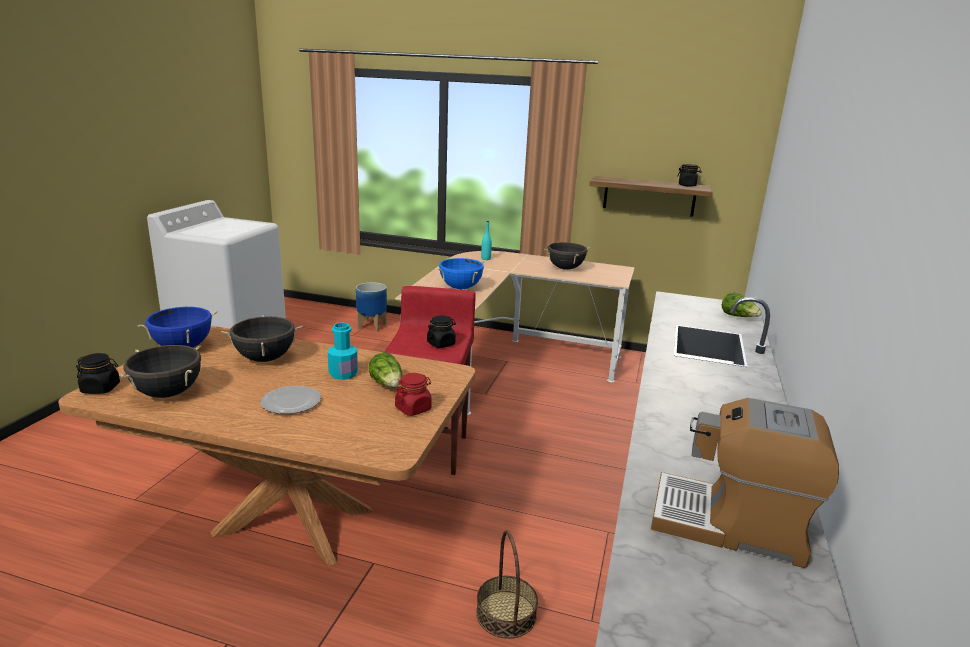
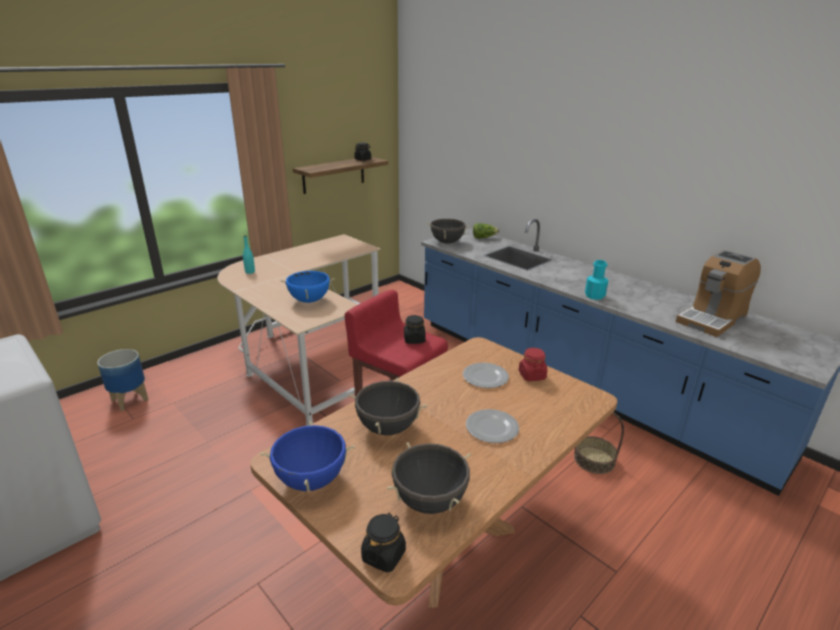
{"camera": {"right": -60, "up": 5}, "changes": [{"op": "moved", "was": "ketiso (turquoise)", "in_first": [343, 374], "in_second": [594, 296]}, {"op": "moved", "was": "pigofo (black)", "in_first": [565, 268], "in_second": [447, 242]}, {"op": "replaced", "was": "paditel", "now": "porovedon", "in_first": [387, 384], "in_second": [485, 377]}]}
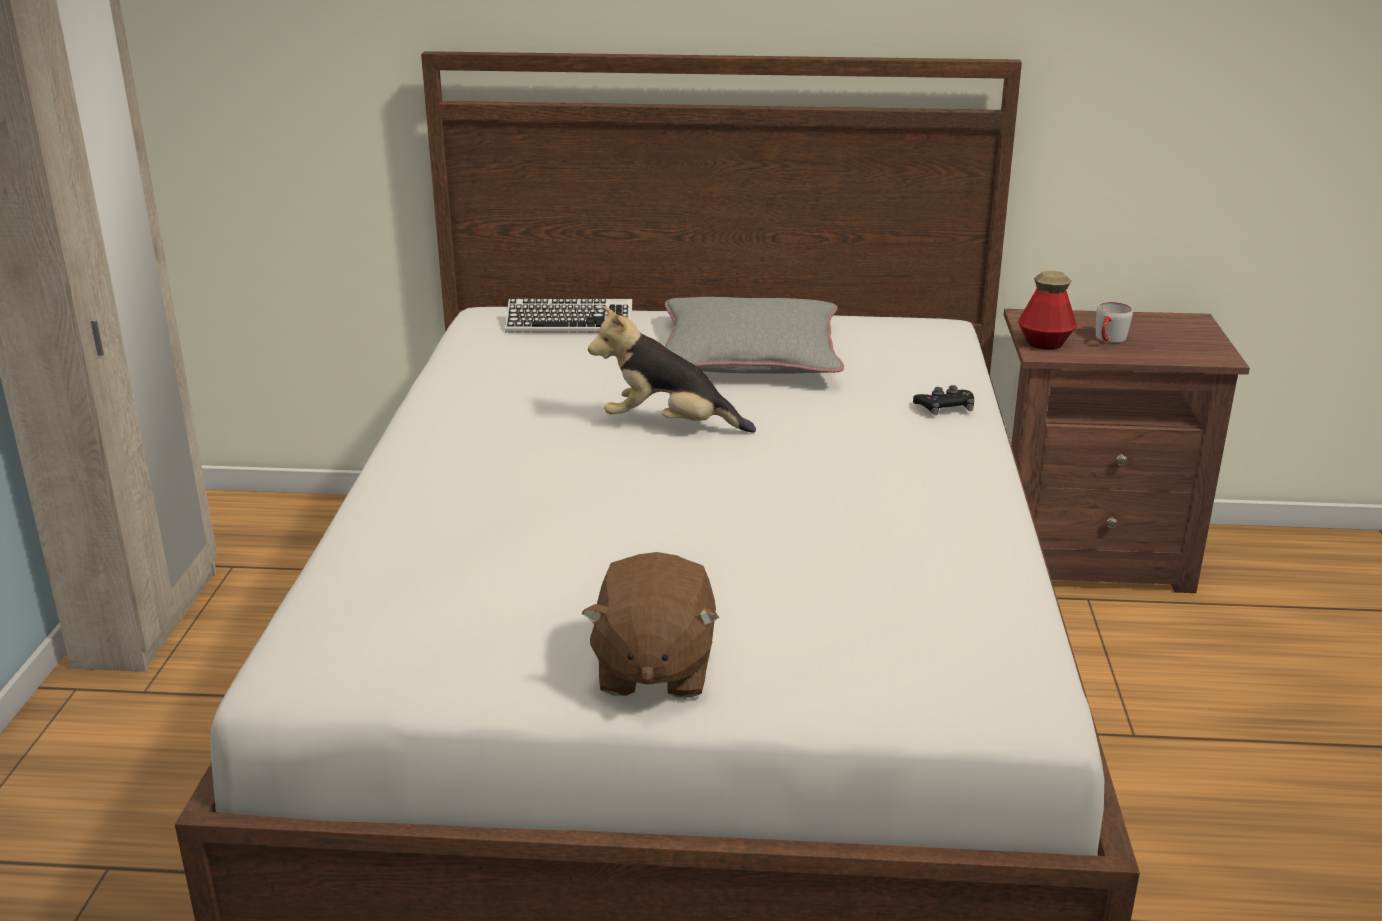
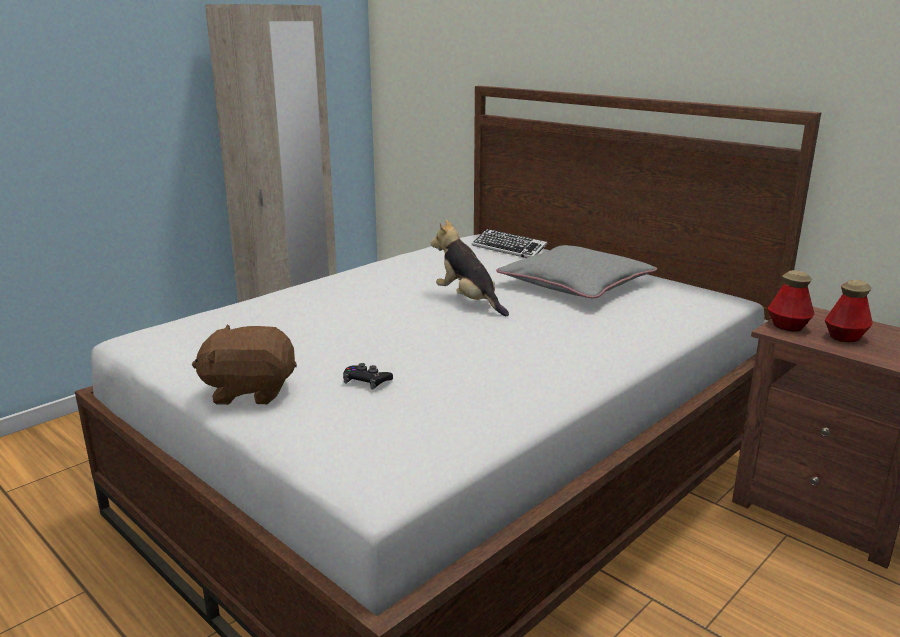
{"camera": {"right": 40, "up": -5}, "changes": [{"op": "moved", "was": "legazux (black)", "in_first": [944, 407], "in_second": [367, 381]}, {"op": "replaced", "was": "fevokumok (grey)", "now": "ketiso", "in_first": [1108, 340], "in_second": [845, 337]}, {"op": "turned", "was": "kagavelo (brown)", "in_first": [653, 669], "in_second": [250, 391], "clockwise": 45}]}
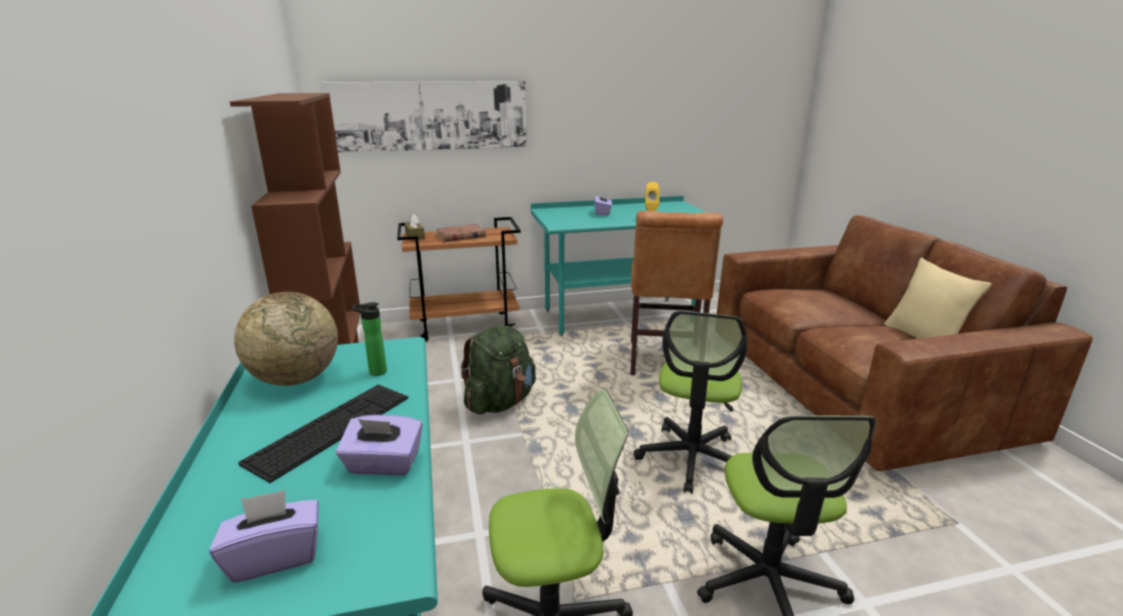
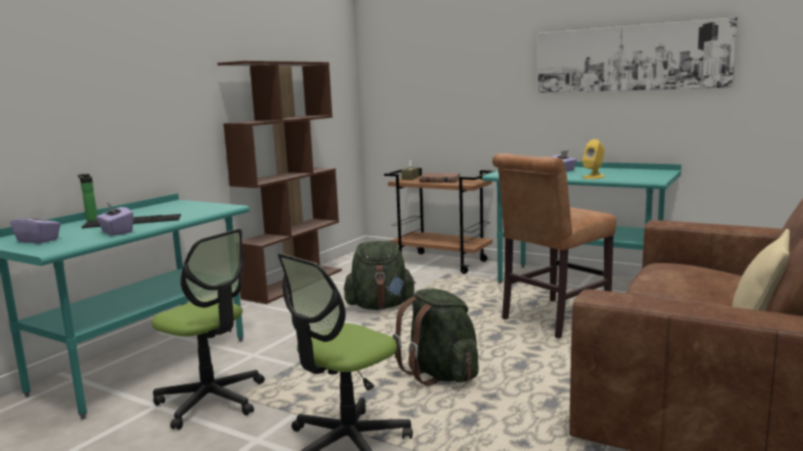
{"camera": {"right": 45, "up": -10}, "changes": [{"op": "removed", "was": "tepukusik", "in_first": [295, 379]}, {"op": "moved", "was": "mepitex", "in_first": [430, 116], "in_second": [629, 58]}, {"op": "moved", "was": "ketiso", "in_first": [375, 372], "in_second": [91, 219]}, {"op": "replaced", "was": "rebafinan", "now": "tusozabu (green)", "in_first": [691, 458], "in_second": [440, 374]}]}
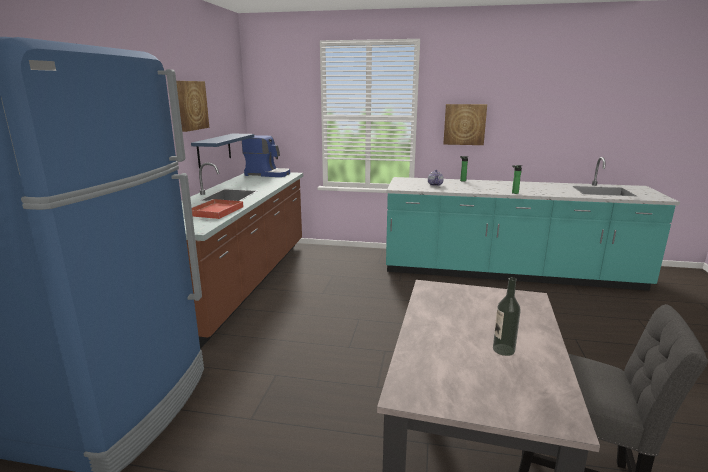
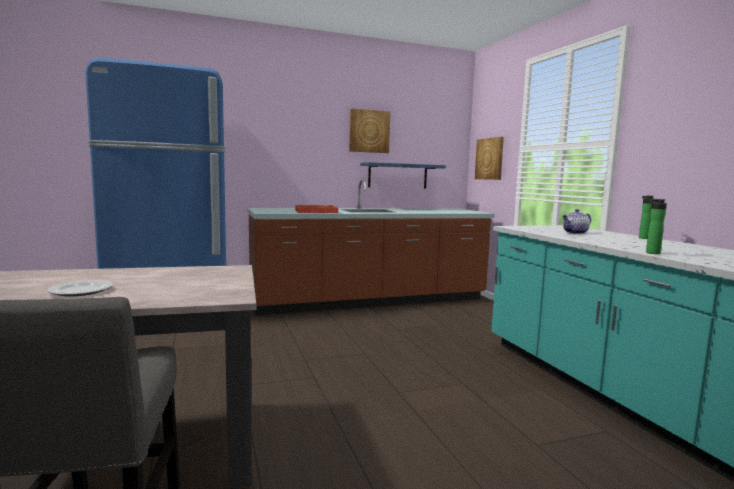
{"camera": {"right": 60, "up": -10}, "changes": [{"op": "removed", "was": "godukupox", "in_first": [267, 174]}, {"op": "moved", "was": "mepitex", "in_first": [464, 124], "in_second": [490, 159]}, {"op": "replaced", "was": "ketiso", "now": "porovedon", "in_first": [503, 349], "in_second": [80, 291]}]}
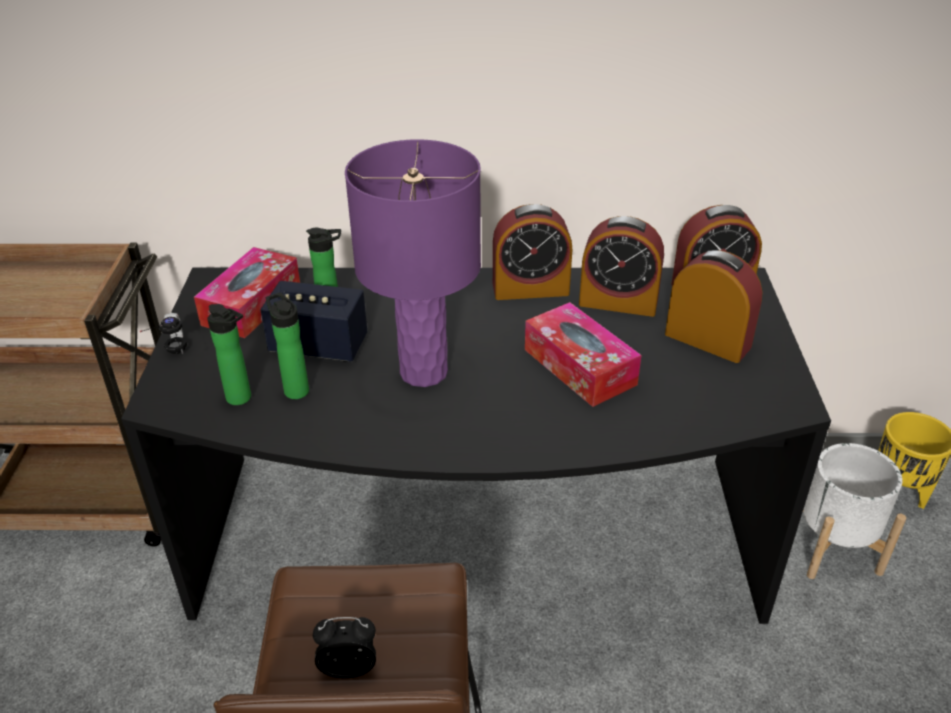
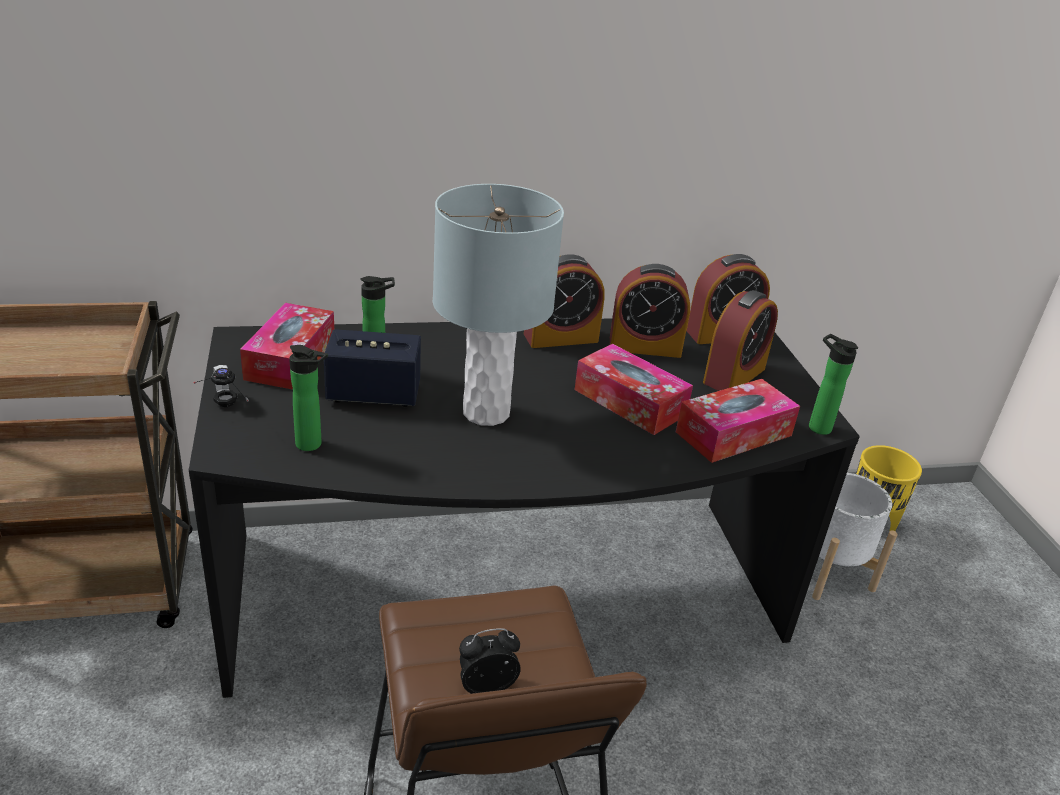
{"camera": {"right": -15, "up": -5}, "changes": [{"op": "added", "now": "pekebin", "in_second": [733, 434]}, {"op": "moved", "was": "ketiso", "in_first": [295, 389], "in_second": [816, 426]}, {"op": "recoloured", "was": "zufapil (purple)", "now": "zufapil (grey)", "in_first": [424, 372], "in_second": [487, 412]}, {"op": "turned", "was": "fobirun", "in_first": [707, 340], "in_second": [734, 375], "clockwise": 105}]}
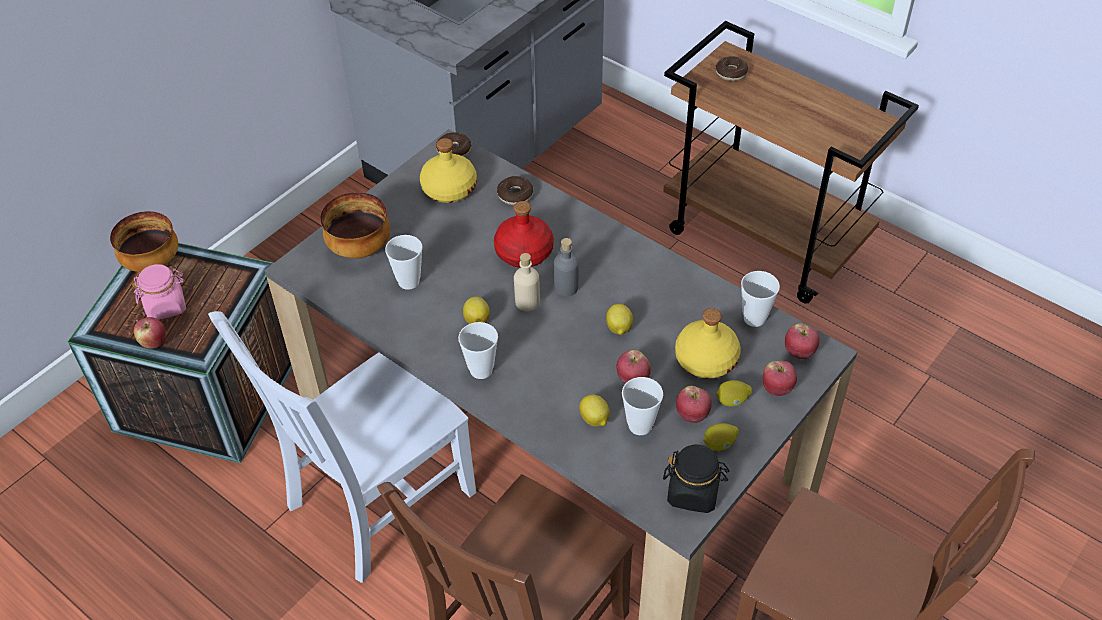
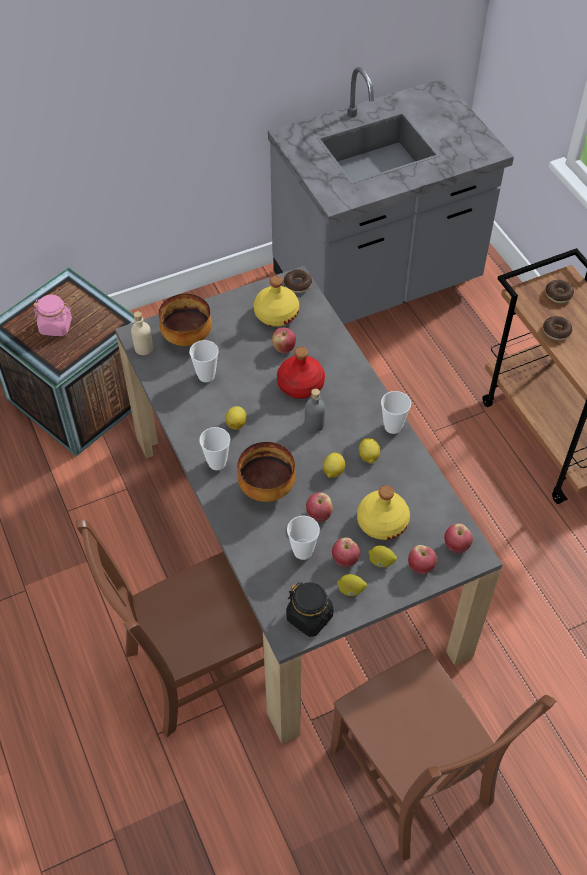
{"camera": {"right": 25, "up": 5}, "changes": [{"op": "removed", "was": "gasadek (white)", "in_first": [376, 502]}, {"op": "moved", "was": "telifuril", "in_first": [152, 263], "in_second": [266, 487]}, {"op": "moved", "was": "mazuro", "in_first": [154, 342], "in_second": [283, 348]}, {"op": "moved", "was": "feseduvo", "in_first": [515, 195], "in_second": [556, 331]}, {"op": "moved", "was": "ketiso (beige)", "in_first": [527, 302], "in_second": [143, 348]}, {"op": "moved", "was": "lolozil", "in_first": [594, 419], "in_second": [368, 457]}, {"op": "moved", "was": "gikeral", "in_first": [754, 318], "in_second": [393, 426]}]}
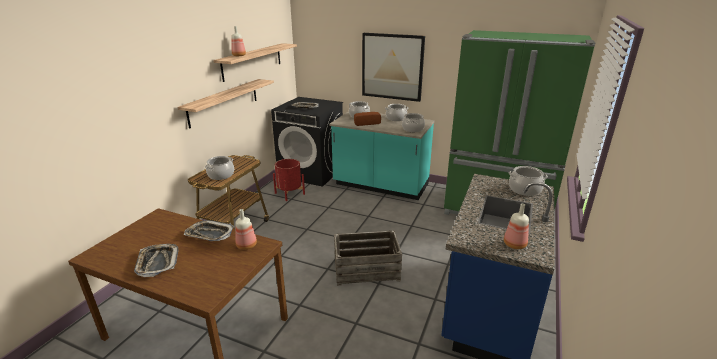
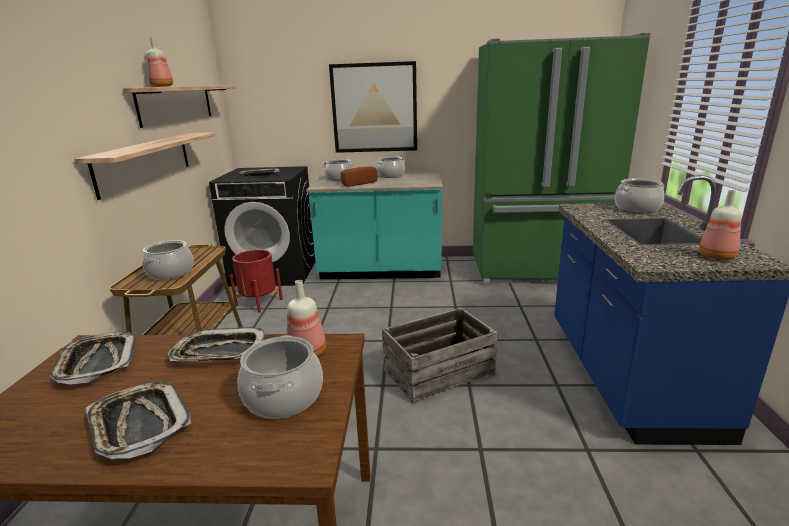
{"camera": {"right": -20, "up": -5}, "changes": [{"op": "added", "now": "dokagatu", "in_second": [97, 362]}, {"op": "moved", "was": "pigofo", "in_first": [412, 129], "in_second": [283, 397]}]}
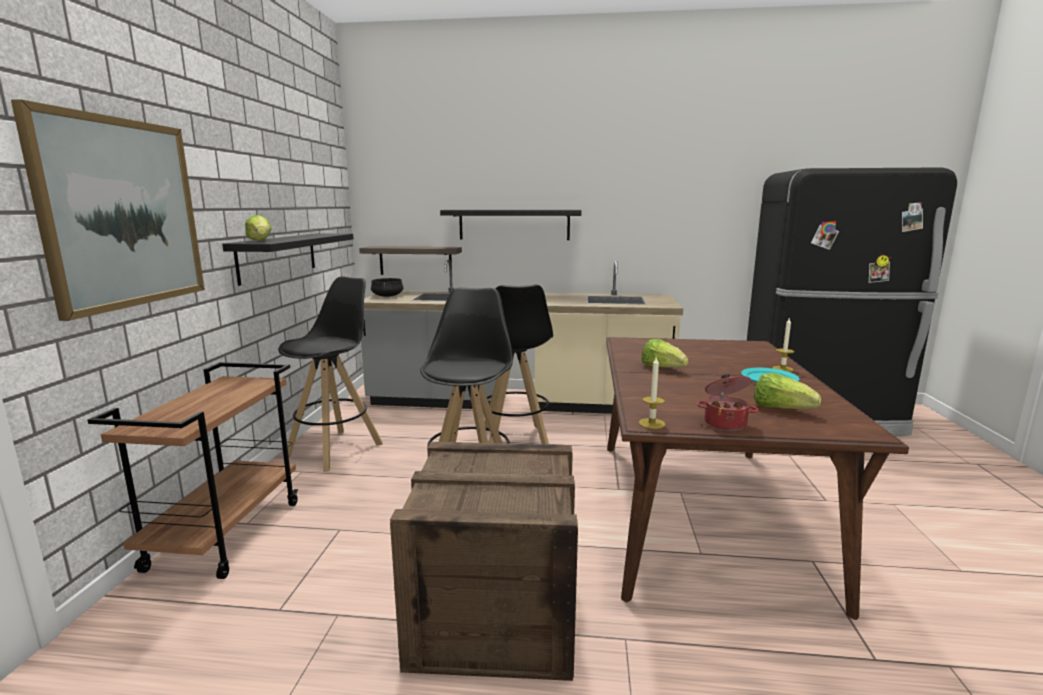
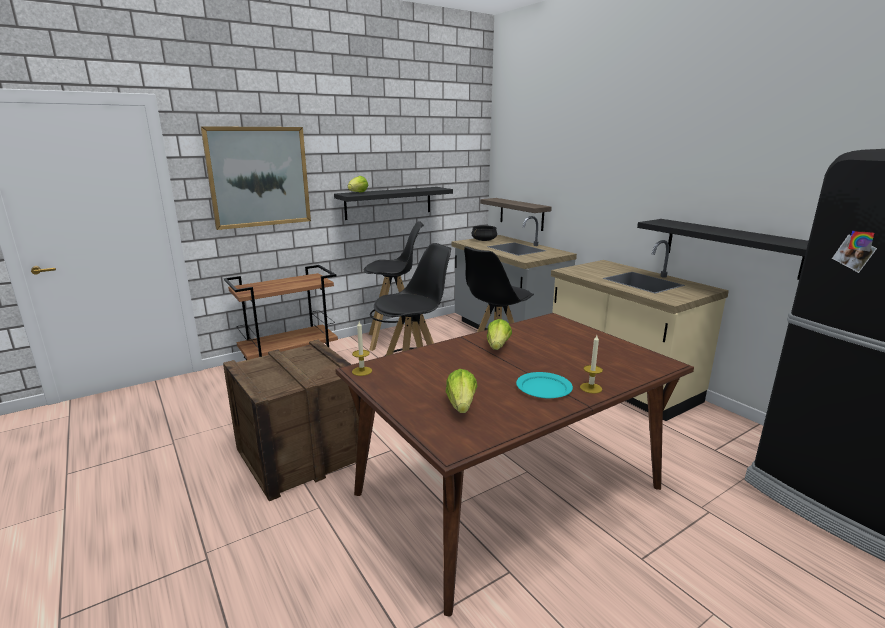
{"camera": {"right": 50, "up": 5}, "changes": [{"op": "removed", "was": "pigofo", "in_first": [725, 423]}, {"op": "moved", "was": "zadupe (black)", "in_first": [514, 224], "in_second": [730, 247]}]}
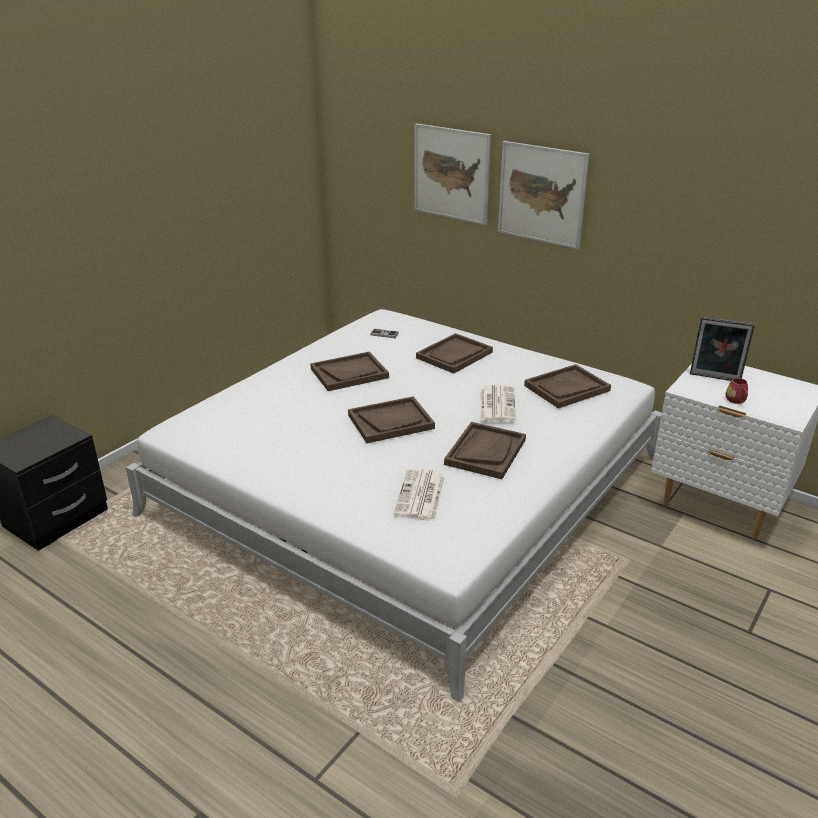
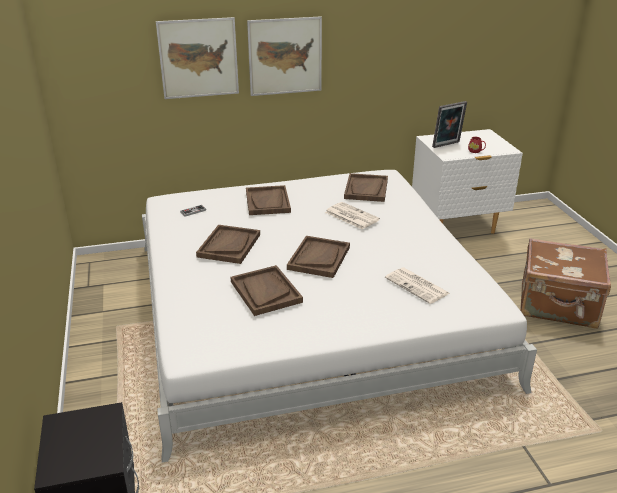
{"camera": {"right": -50, "up": 0}, "changes": [{"op": "added", "now": "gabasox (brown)", "in_second": [558, 306]}, {"op": "moved", "was": "dokagatu (brown)", "in_first": [485, 452], "in_second": [265, 292]}]}
